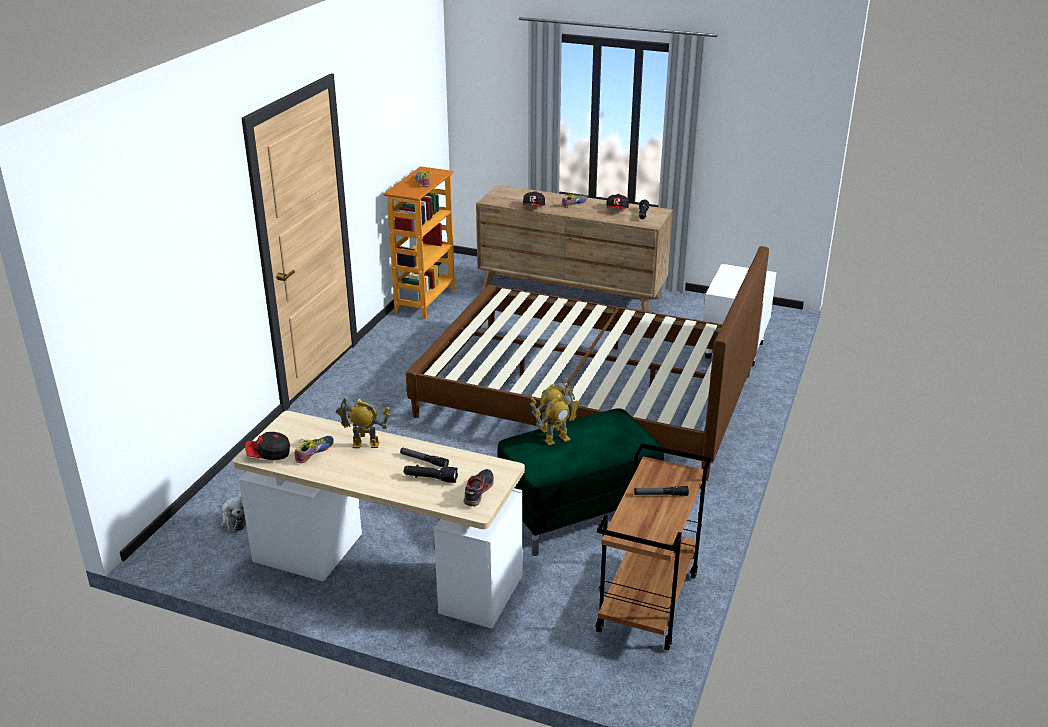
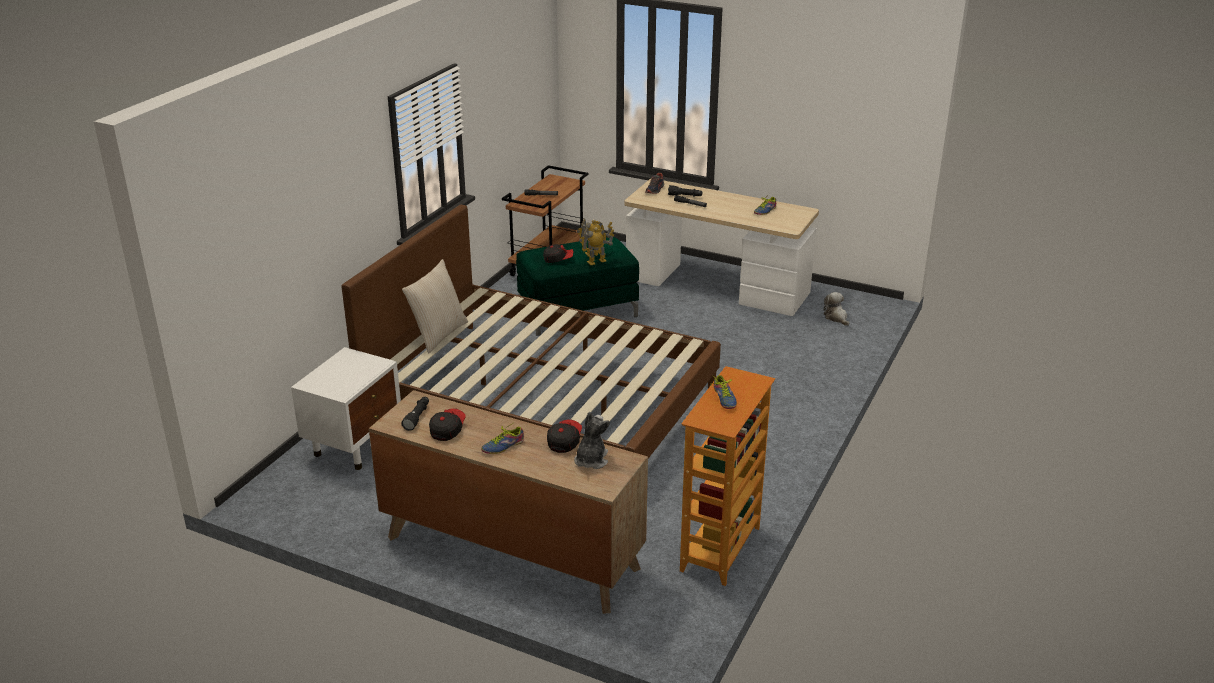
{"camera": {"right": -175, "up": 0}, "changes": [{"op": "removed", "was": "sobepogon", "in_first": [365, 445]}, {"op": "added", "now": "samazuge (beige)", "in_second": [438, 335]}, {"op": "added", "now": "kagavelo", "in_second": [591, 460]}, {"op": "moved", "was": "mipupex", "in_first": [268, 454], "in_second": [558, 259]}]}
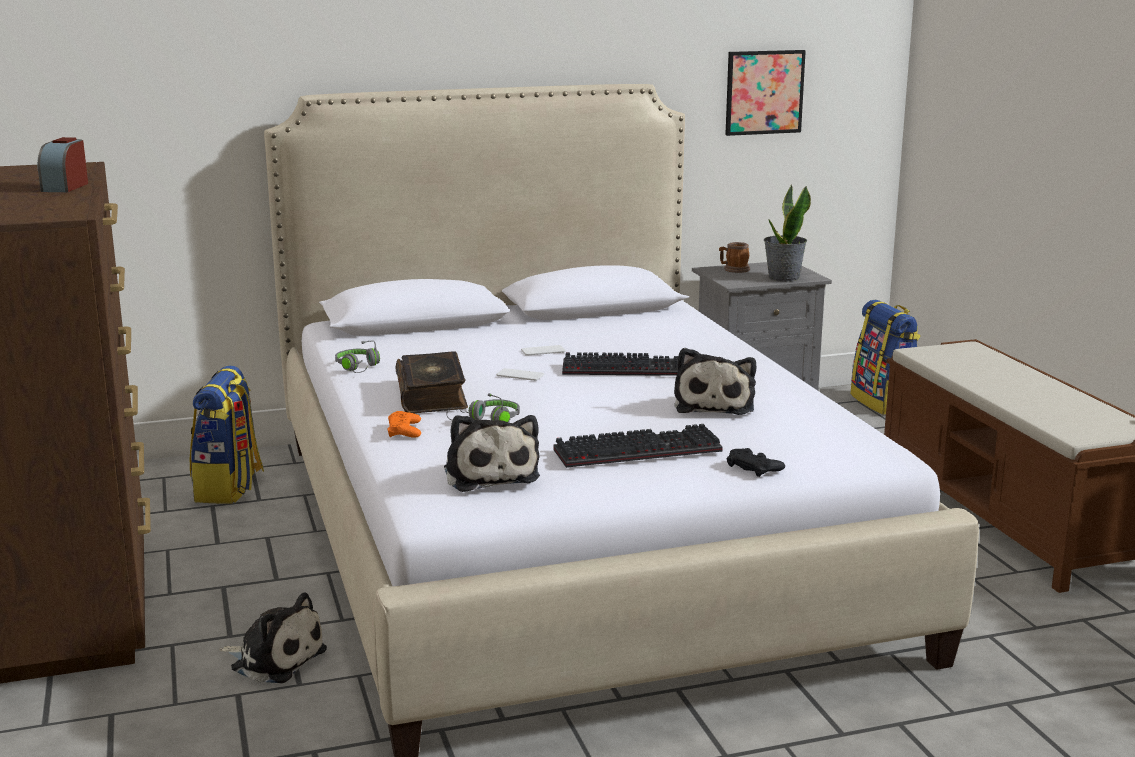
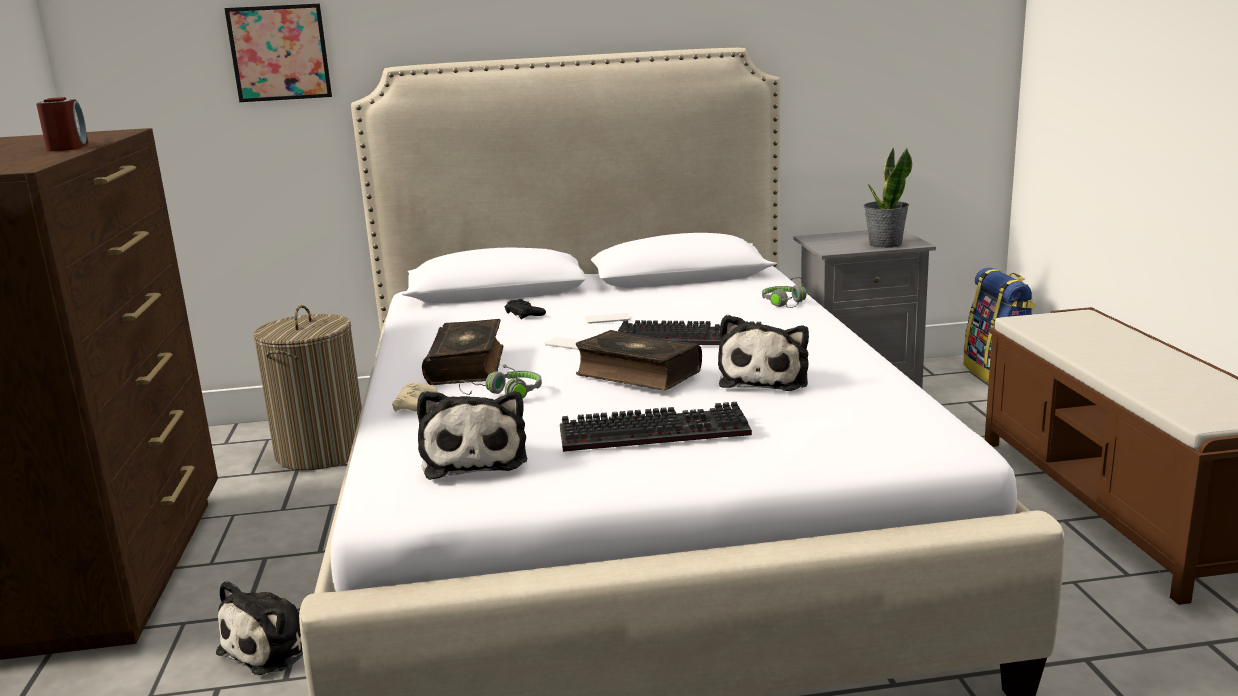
{"camera": {"right": 10, "up": 0}, "changes": [{"op": "removed", "was": "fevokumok", "in_first": [734, 270]}, {"op": "added", "now": "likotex", "in_second": [637, 374]}, {"op": "moved", "was": "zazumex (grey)", "in_first": [358, 368], "in_second": [785, 304]}, {"op": "moved", "was": "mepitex", "in_first": [764, 92], "in_second": [279, 53]}, {"op": "moved", "was": "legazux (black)", "in_first": [754, 467], "in_second": [525, 314]}, {"op": "replaced", "was": "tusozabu", "now": "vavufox", "in_first": [229, 488], "in_second": [321, 452]}, {"op": "recoloured", "was": "legazux (orange)", "now": "legazux (beige)", "in_first": [404, 430], "in_second": [415, 404]}, {"op": "turned", "was": "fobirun", "in_first": [65, 187], "in_second": [68, 147], "clockwise": 150}, {"op": "turned", "was": "kagavelo", "in_first": [275, 659], "in_second": [275, 646], "clockwise": 90}]}
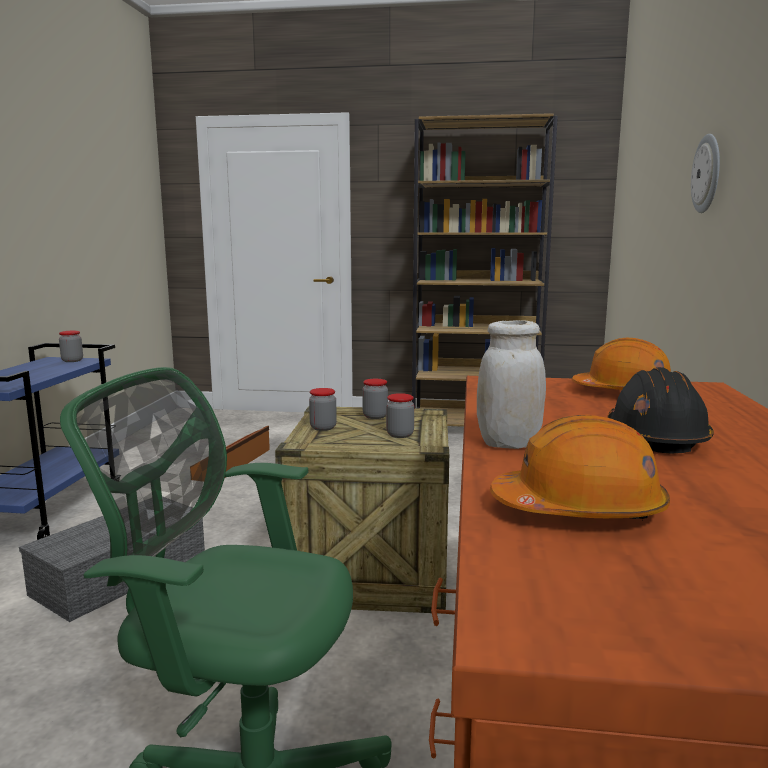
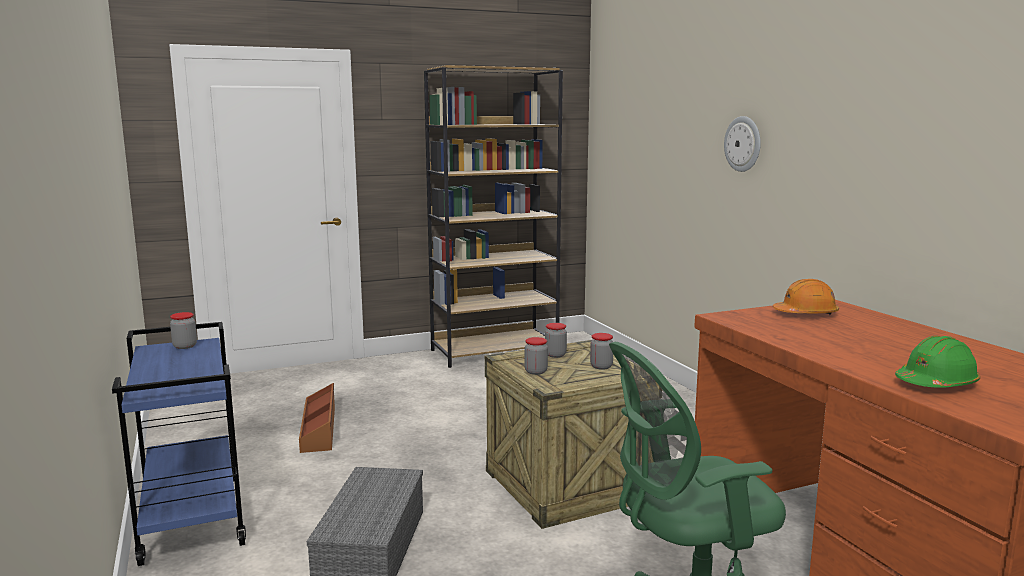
{"camera": {"right": -30, "up": 0}, "changes": [{"op": "removed", "was": "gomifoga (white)", "in_first": [508, 444]}, {"op": "removed", "was": "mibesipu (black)", "in_first": [655, 438]}, {"op": "recoloured", "was": "mibesipu (orange)", "now": "mibesipu (green)", "in_first": [579, 509], "in_second": [936, 383]}]}
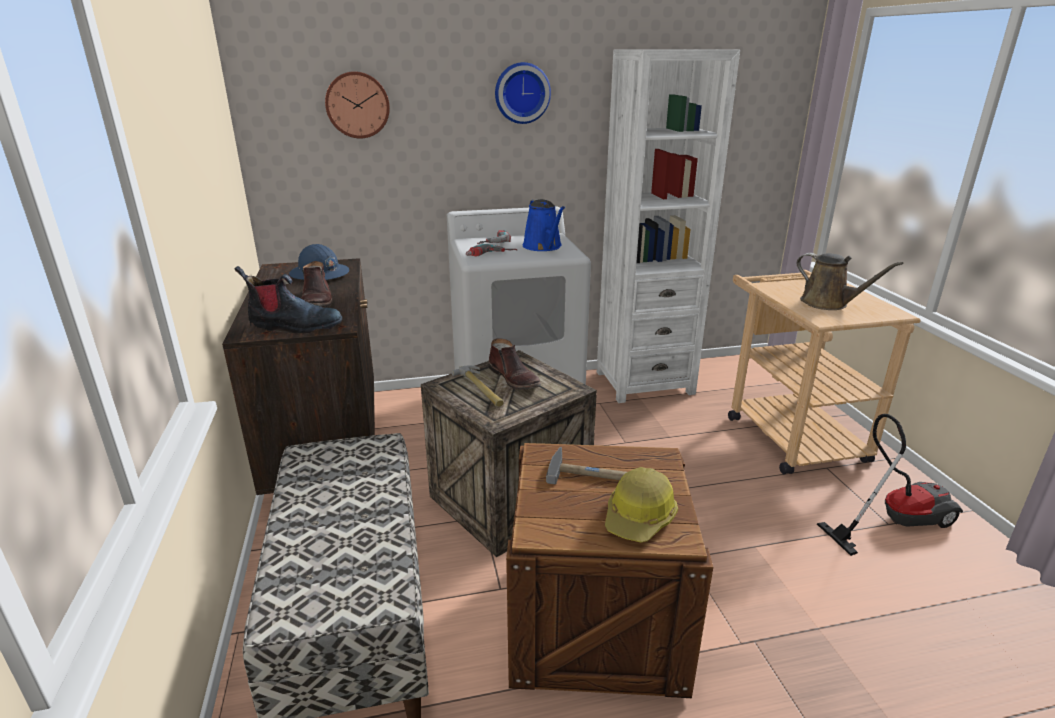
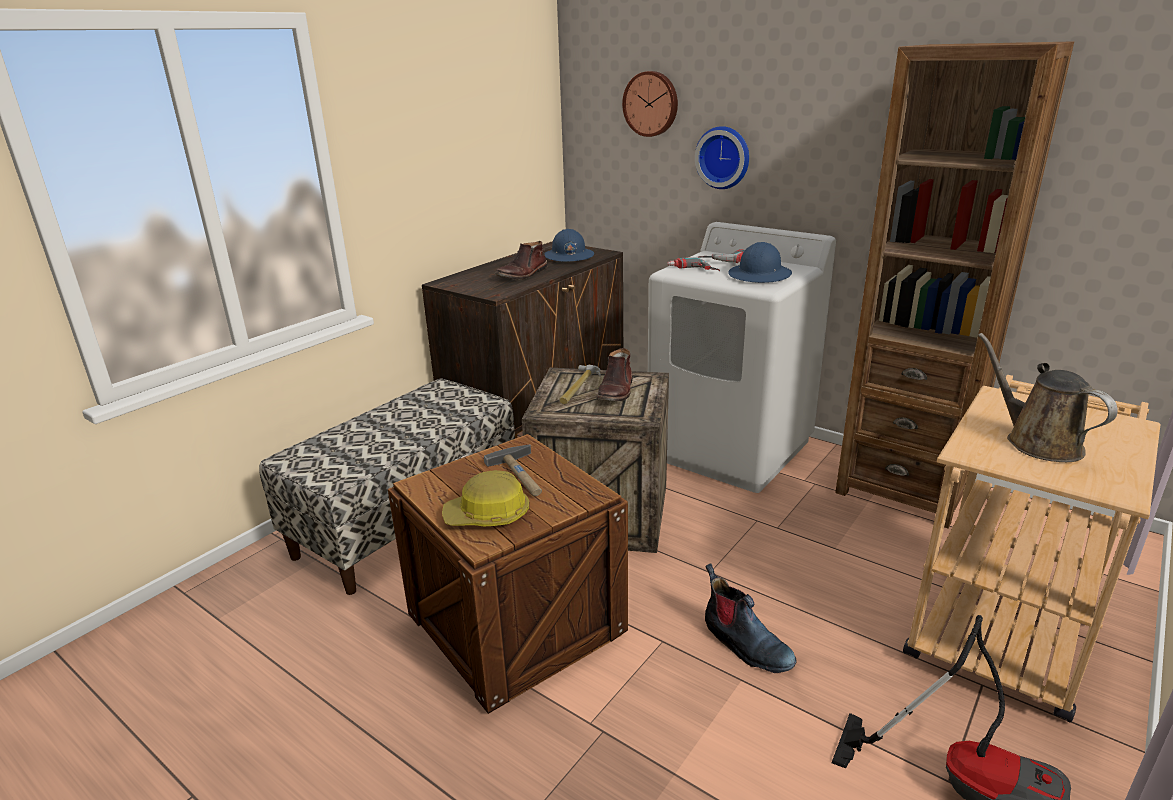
{"camera": {"right": 50, "up": 0}, "changes": [{"op": "moved", "was": "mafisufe", "in_first": [294, 326], "in_second": [744, 644]}, {"op": "moved", "was": "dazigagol", "in_first": [521, 93], "in_second": [724, 157]}, {"op": "replaced", "was": "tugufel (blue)", "now": "mibesipu (blue)", "in_first": [543, 247], "in_second": [760, 275]}, {"op": "recoloured", "was": "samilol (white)", "now": "samilol (brown)", "in_first": [644, 382], "in_second": [903, 489]}, {"op": "turned", "was": "tugufel (brown)", "in_first": [828, 303], "in_second": [1037, 442], "clockwise": 150}]}
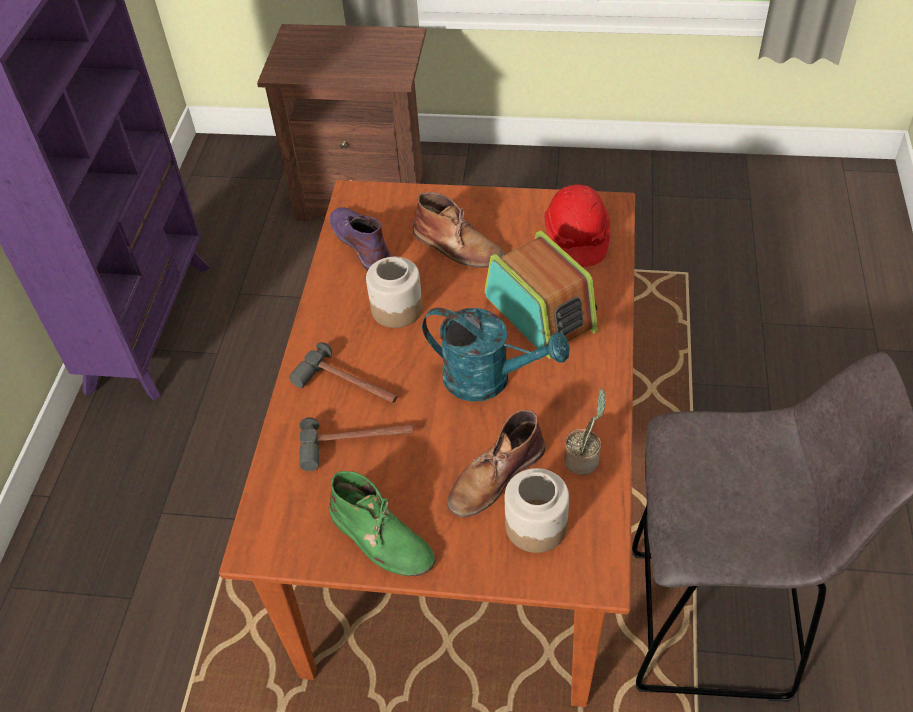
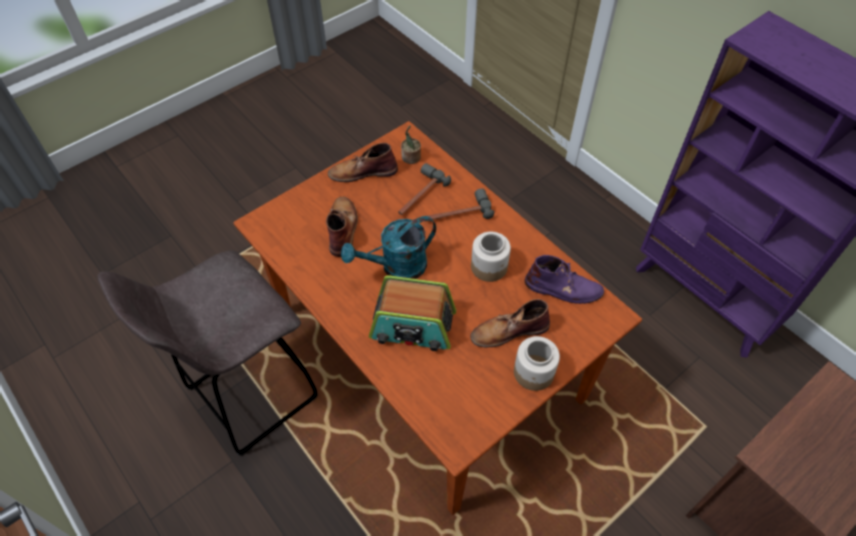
{"camera": {"right": 130, "up": 5}, "changes": [{"op": "removed", "was": "mibesipu (red)", "in_first": [576, 238]}, {"op": "moved", "was": "gomifoga", "in_first": [536, 525], "in_second": [534, 373]}, {"op": "moved", "was": "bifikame", "in_first": [583, 459], "in_second": [411, 158]}, {"op": "recoloured", "was": "mafisufe (green)", "now": "mafisufe (brown)", "in_first": [381, 538], "in_second": [362, 172]}]}
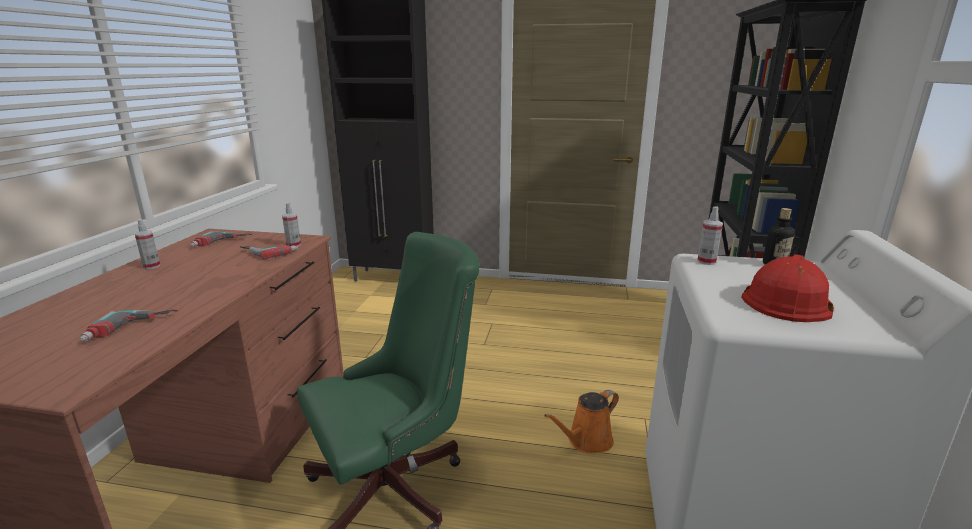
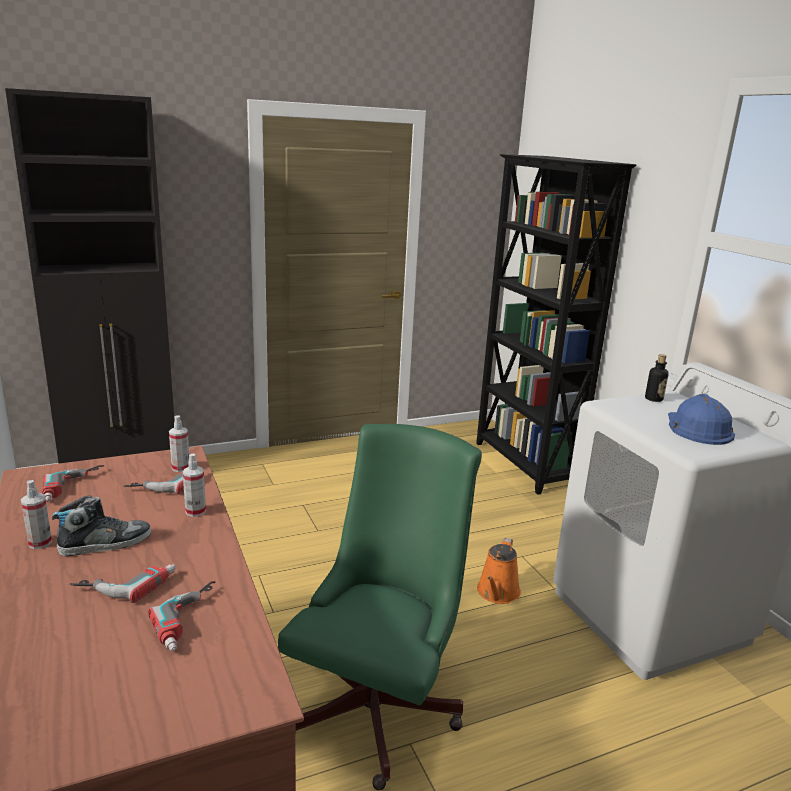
{"camera": {"right": -35, "up": 0}, "changes": [{"op": "added", "now": "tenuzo", "in_second": [105, 543]}, {"op": "added", "now": "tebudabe", "in_second": [126, 581]}, {"op": "moved", "was": "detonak", "in_first": [706, 261], "in_second": [195, 511]}, {"op": "recoloured", "was": "mibesipu (red)", "now": "mibesipu (blue)", "in_first": [787, 299], "in_second": [697, 428]}]}
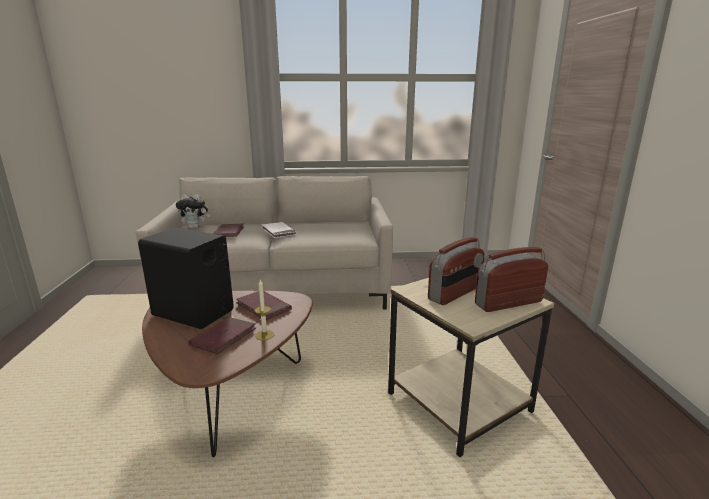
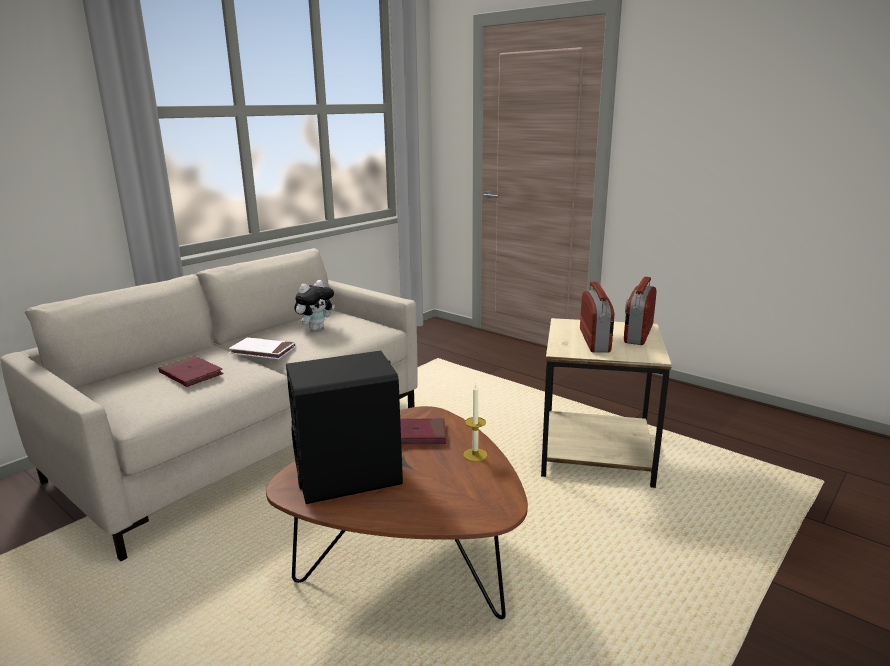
{"camera": {"right": -45, "up": 0}, "changes": [{"op": "removed", "was": "likotex (red)", "in_first": [224, 337]}, {"op": "moved", "was": "kagavelo", "in_first": [195, 227], "in_second": [316, 328]}]}
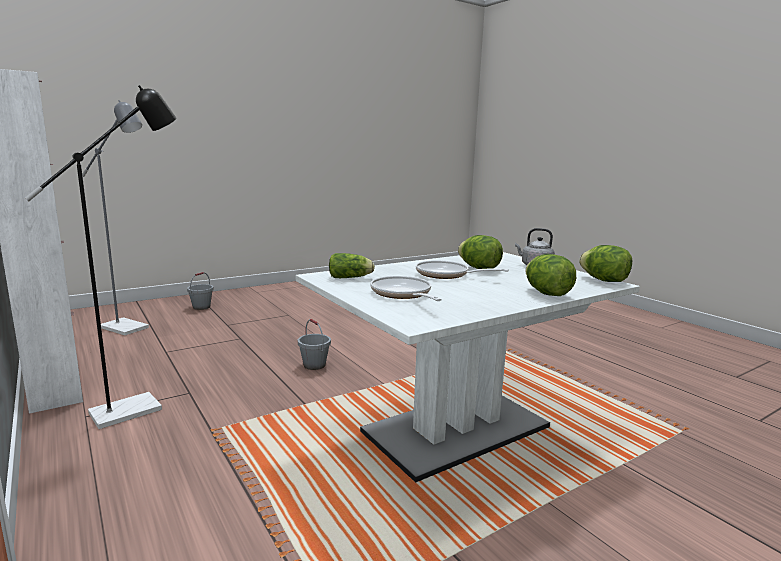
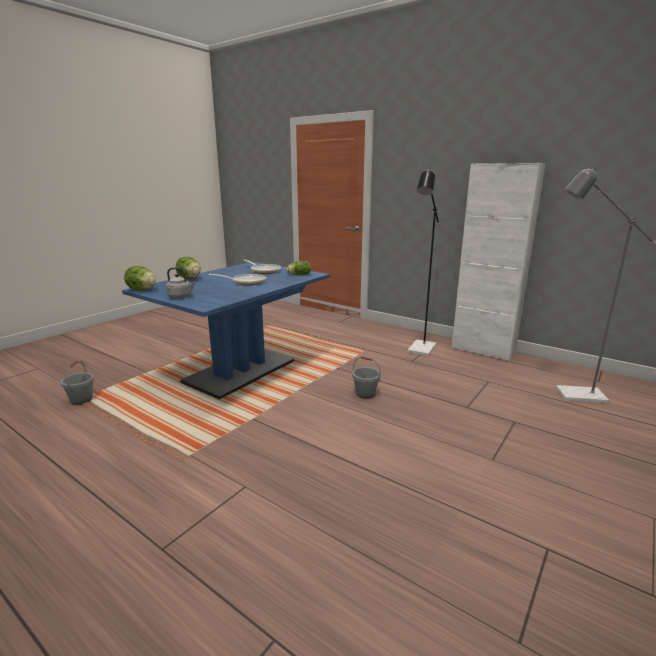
{"camera": {"right": 160, "up": 5}, "changes": [{"op": "removed", "was": "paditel", "in_first": [479, 268]}, {"op": "moved", "was": "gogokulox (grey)", "in_first": [201, 307], "in_second": [82, 400]}, {"op": "recoloured", "was": "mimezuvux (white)", "now": "mimezuvux (blue)", "in_first": [456, 429], "in_second": [240, 371]}]}
